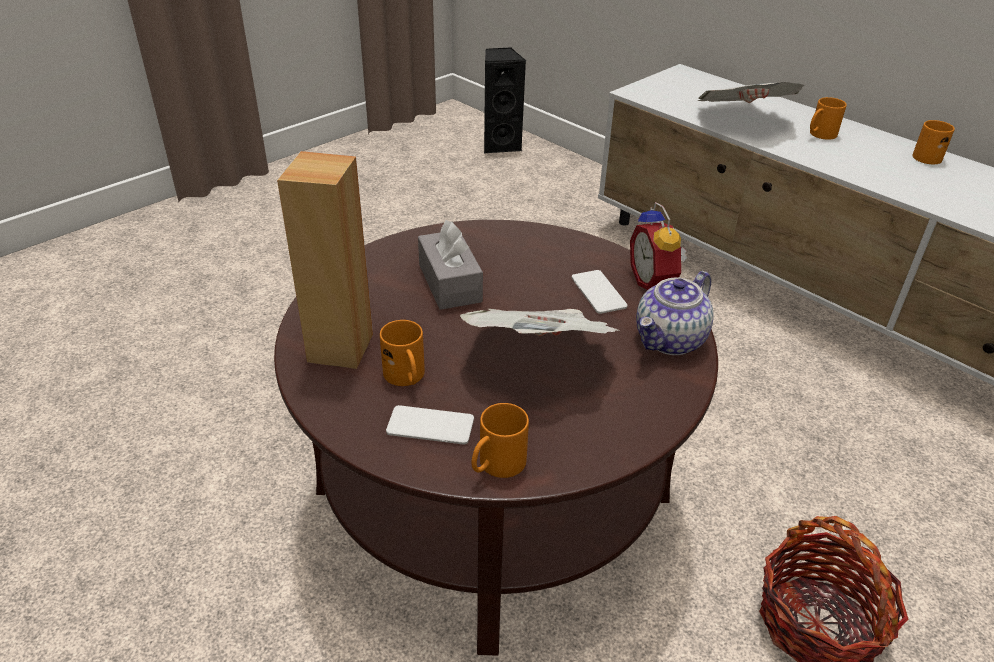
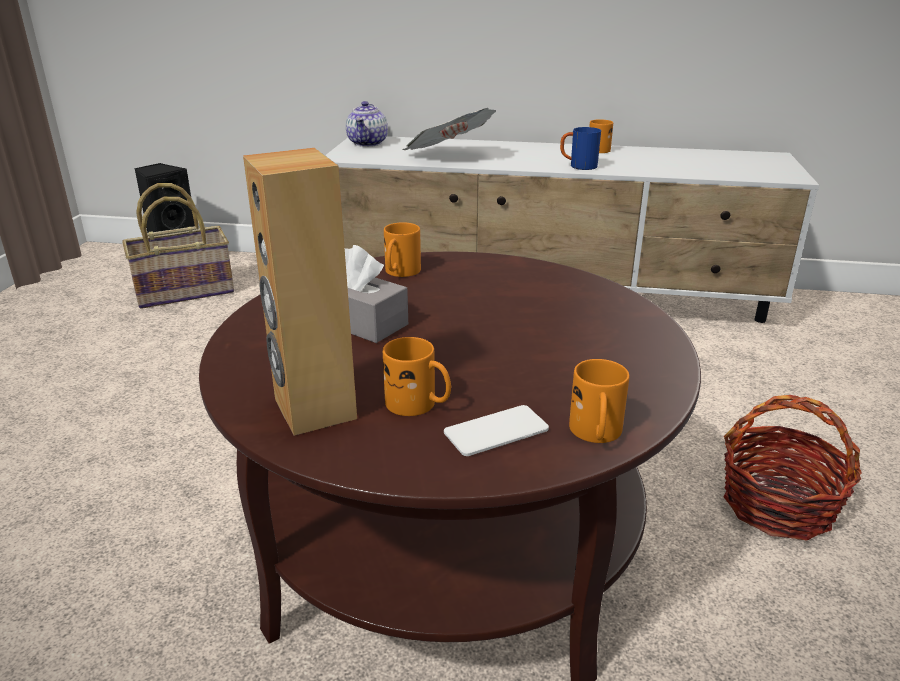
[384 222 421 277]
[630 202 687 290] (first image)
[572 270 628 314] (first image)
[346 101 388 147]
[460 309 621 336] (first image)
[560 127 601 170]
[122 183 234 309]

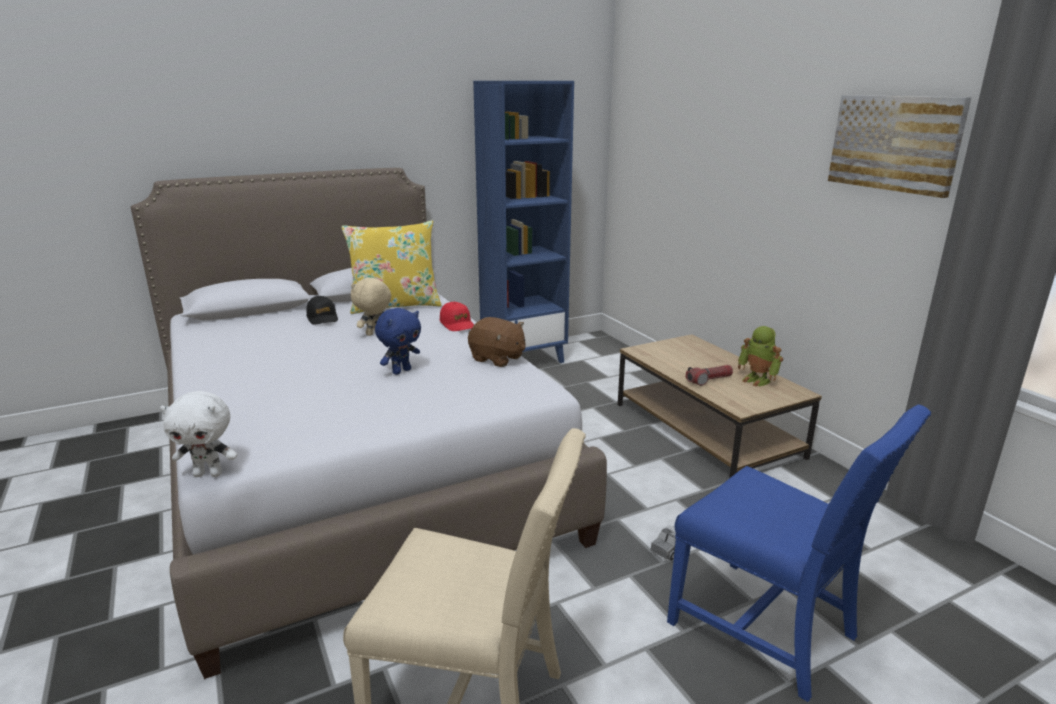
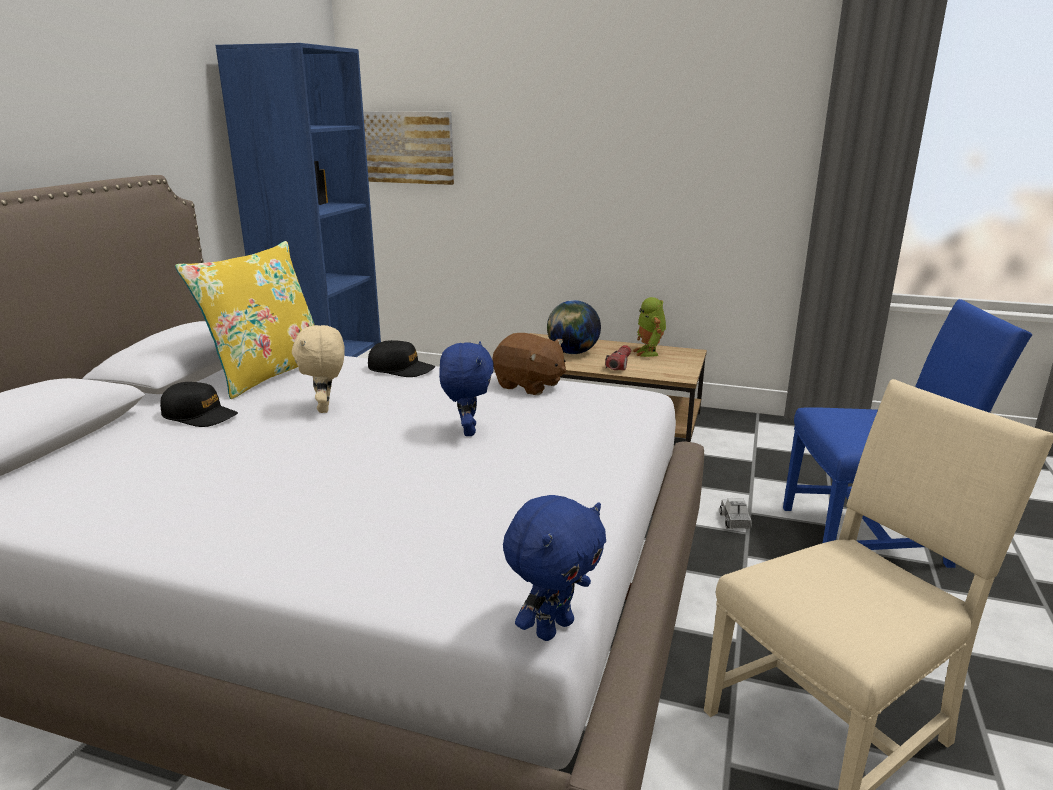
[363 111 454 185]
[368 340 435 377]
[492 333 566 395]
[633 297 666 357]
[503 495 606 641]
[547 300 601 354]

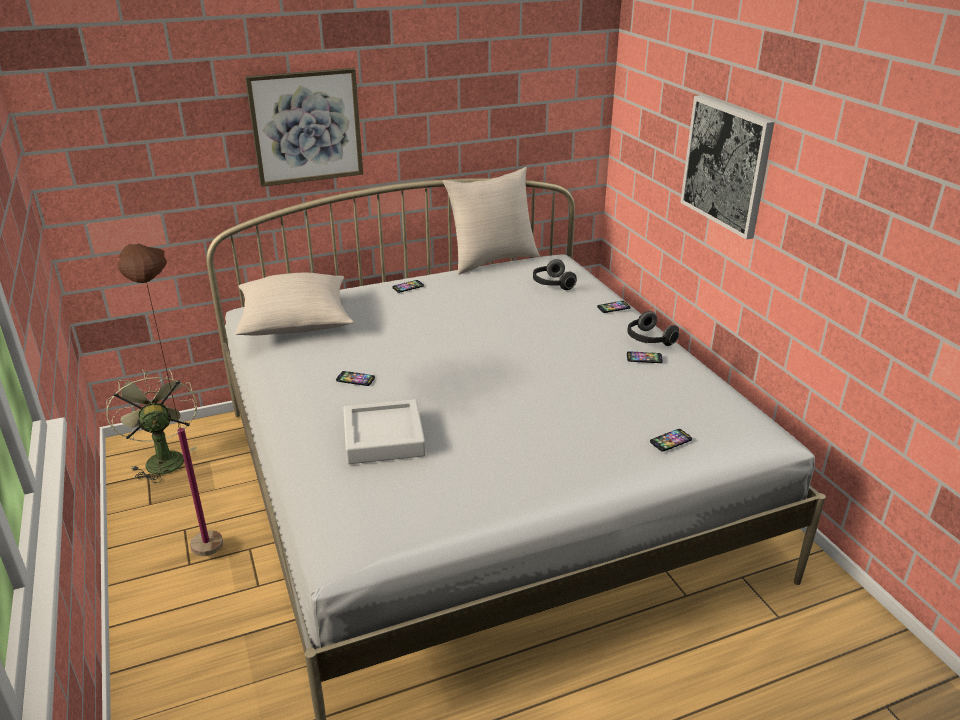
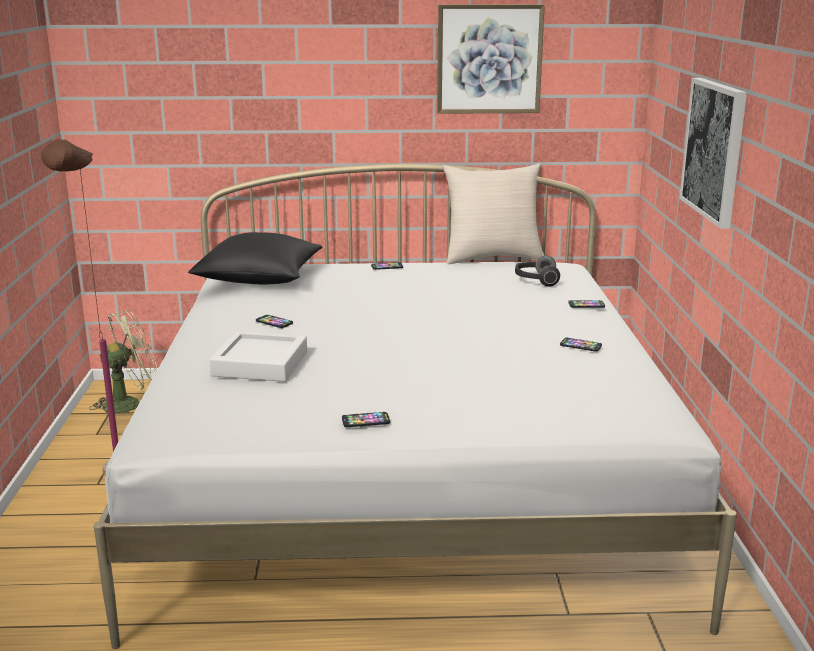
[437 4 545 114]
[188 232 322 284]
[627 311 679 346] (first image)
[89 310 157 413]
[342 412 390 427]

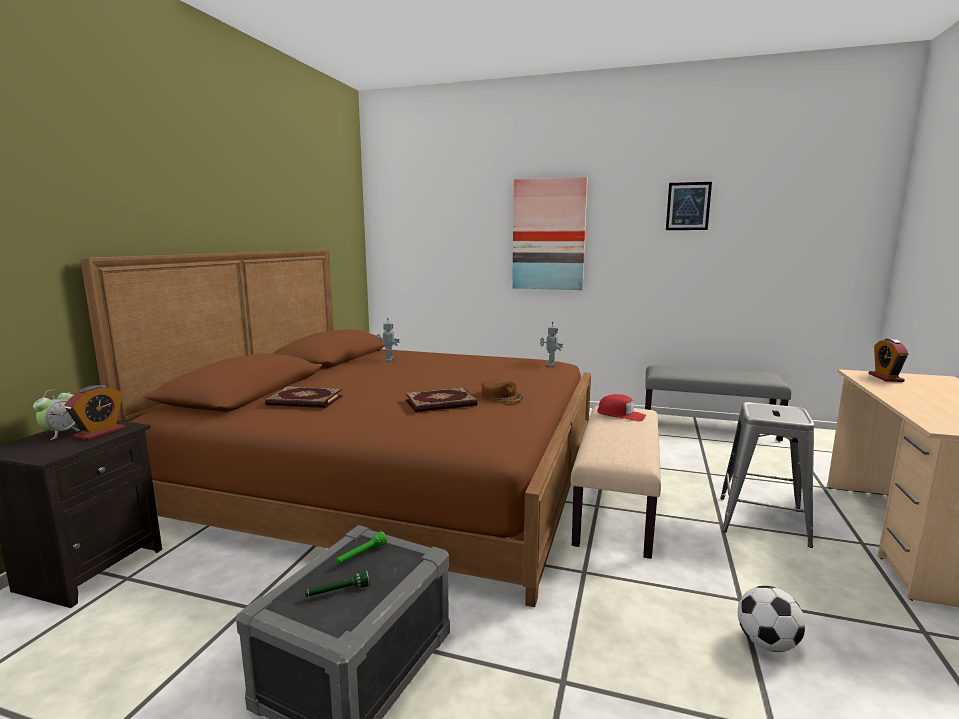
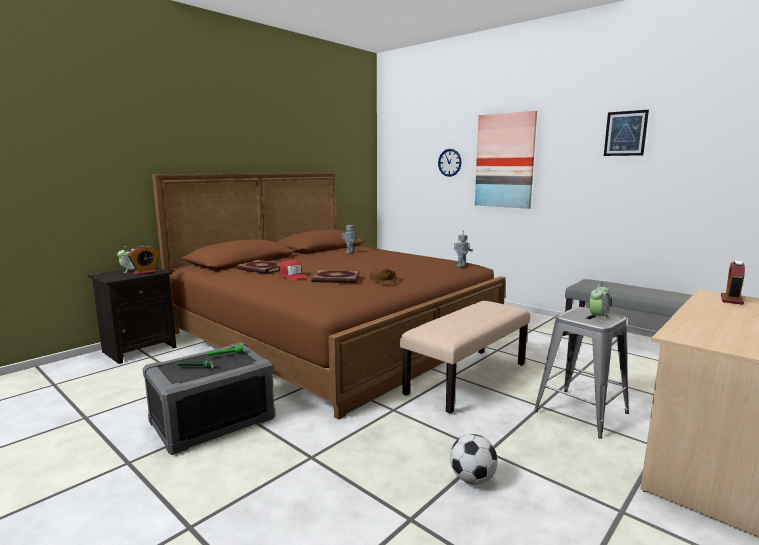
[279 260 308 280]
[438 149 462 177]
[589 283 611 322]

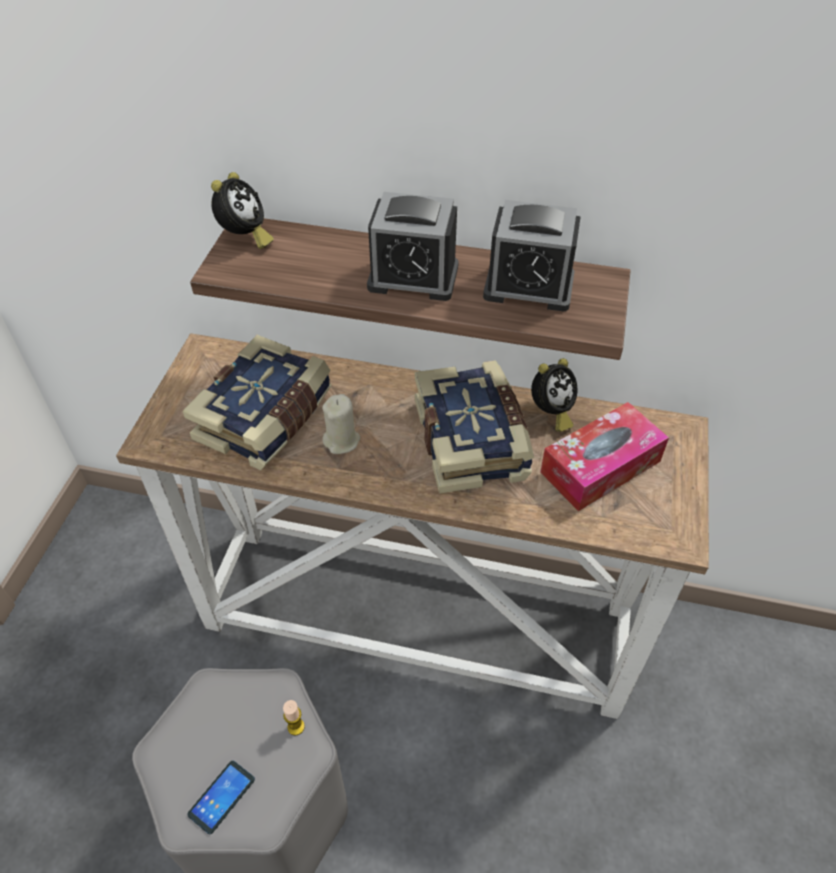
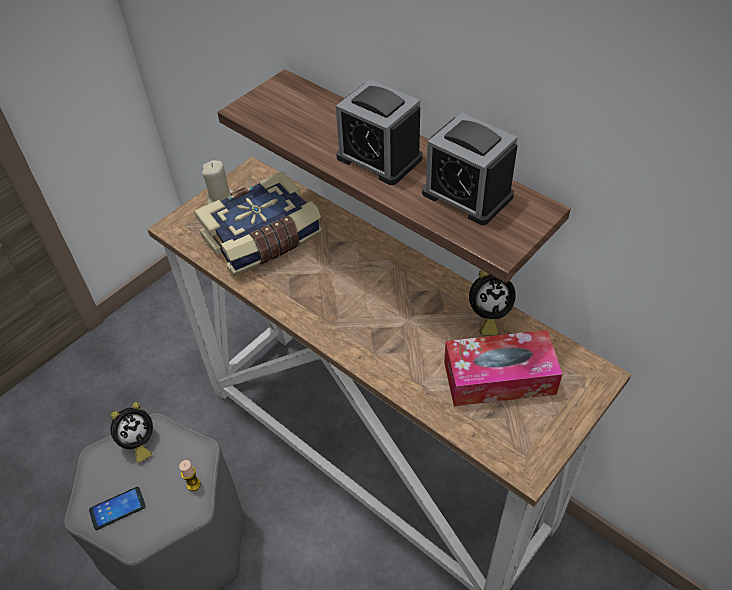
[110 402 153 462]
[415 360 534 494] (first image)
[202 160 234 204]

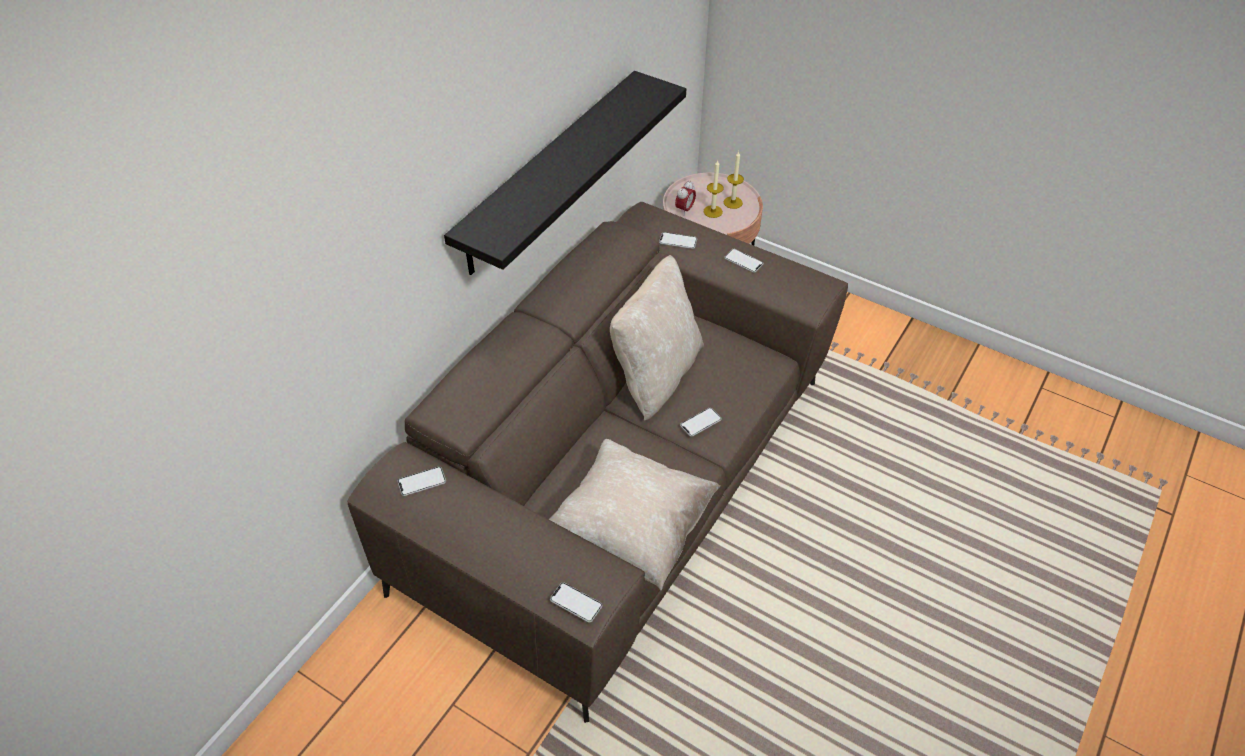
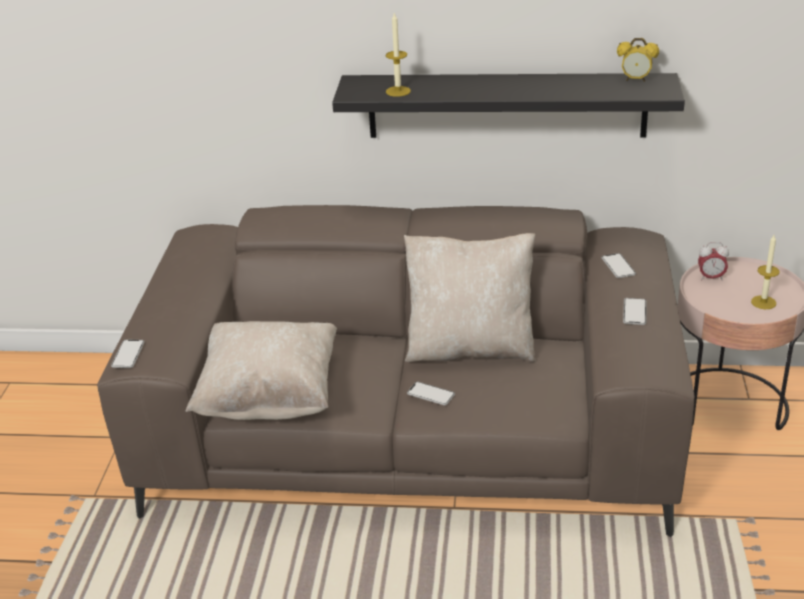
[386 13 411 97]
[398 467 446 496] (first image)
[617 38 659 82]

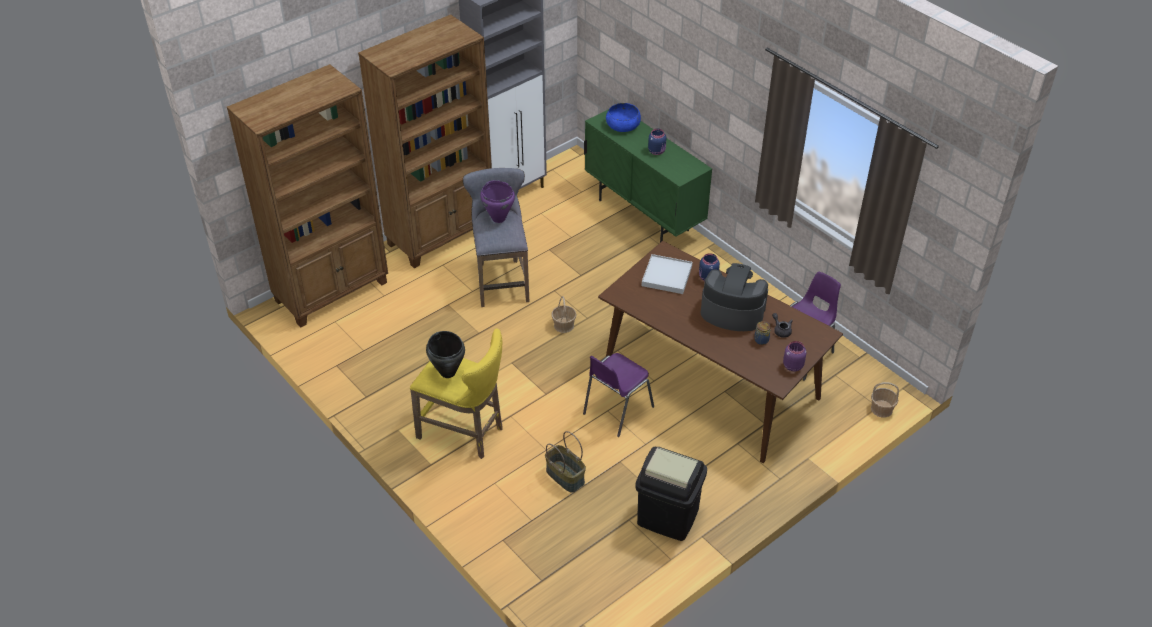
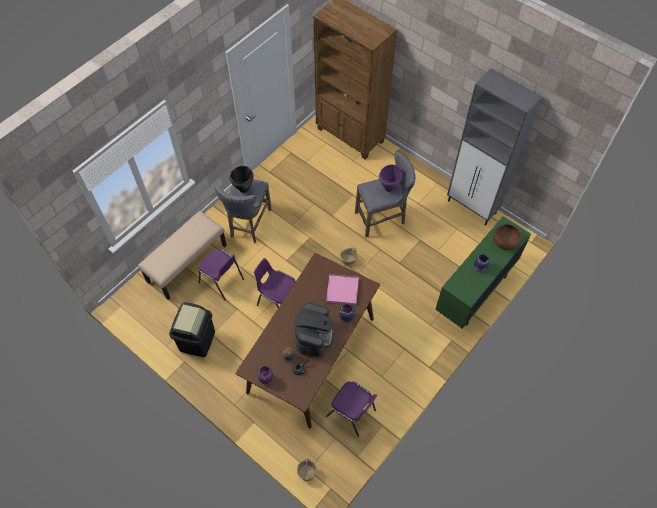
[358 14 492 268] (first image)
[493 224 522 250]
[326 274 359 305]
[215 179 272 243]
[199 249 244 300]
[138 211 227 300]

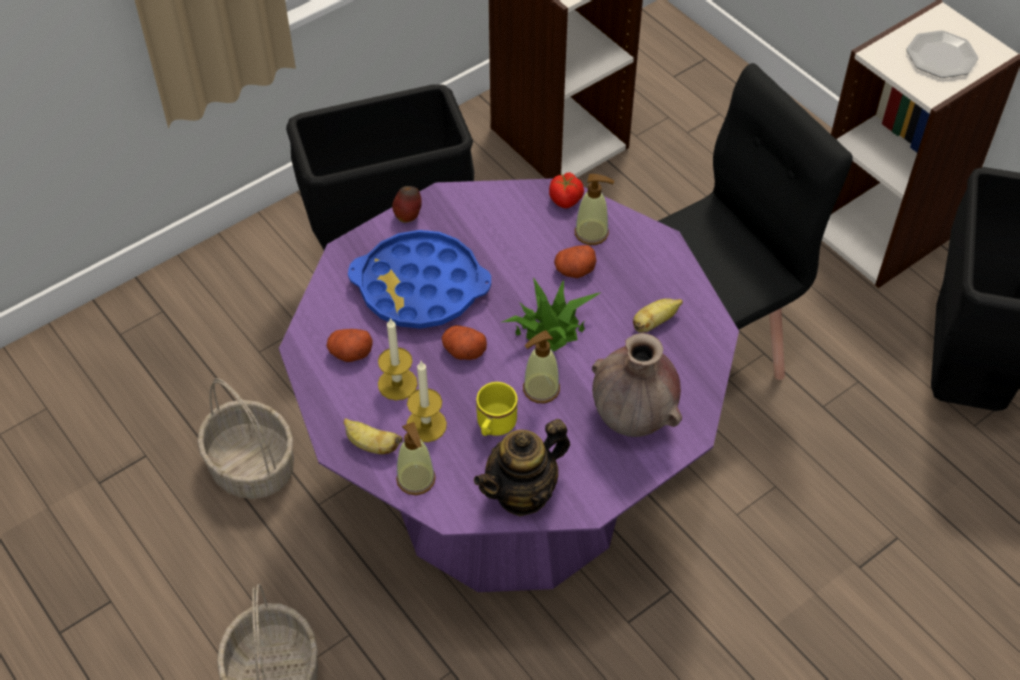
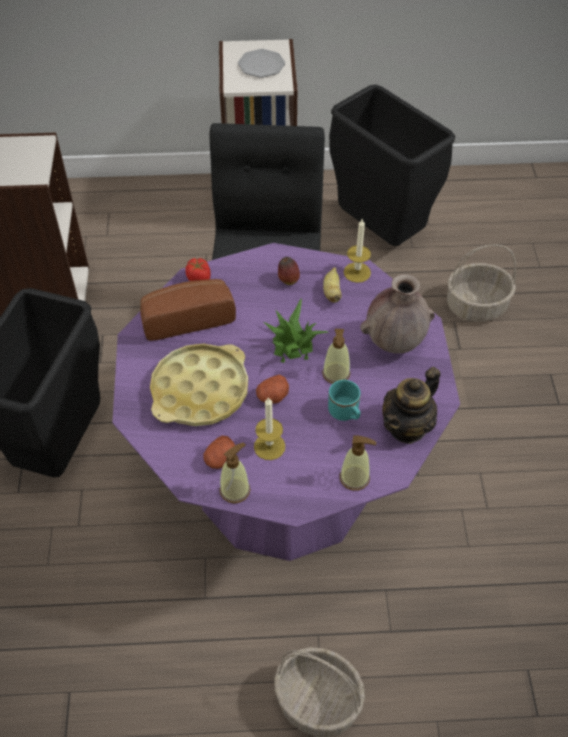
[219 442 250 503]
[278 257 300 285]
[150 344 248 426]
[554 245 596 278] (first image)
[344 219 371 283]
[447 244 516 322]
[328 380 361 421]
[344 418 402 454] (first image)
[382 367 441 444]
[140 279 236 341]

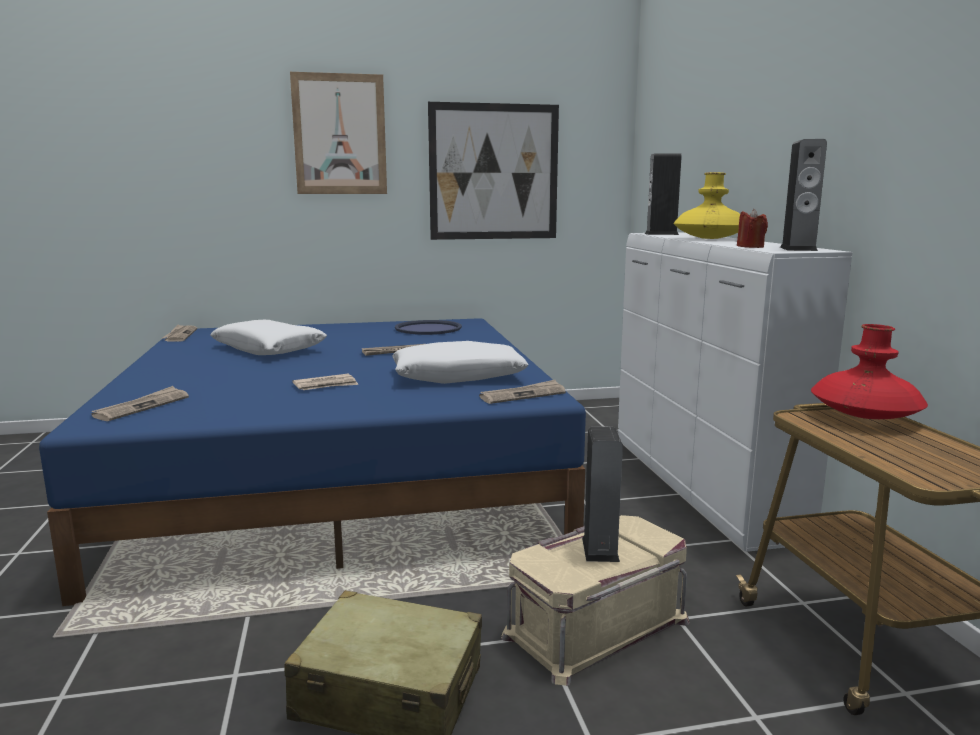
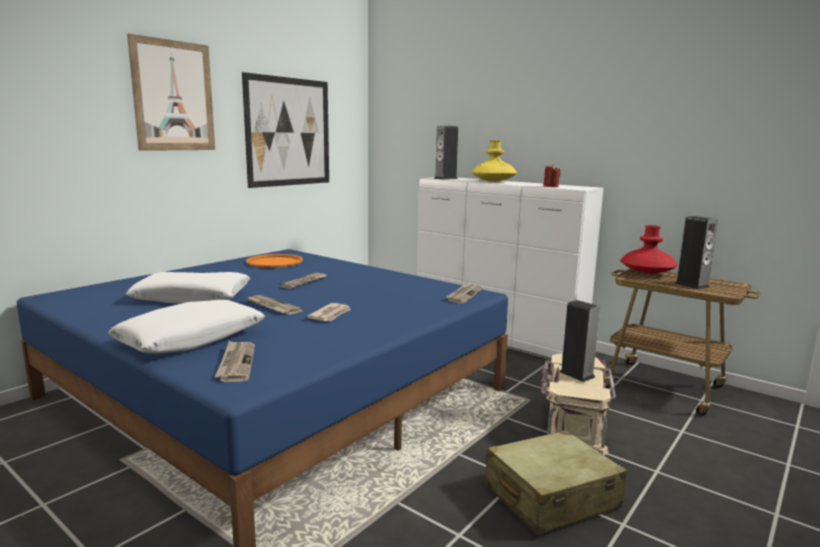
[675 216 718 290]
[246 254 303 268]
[248 295 303 315]
[108 300 265 353]

